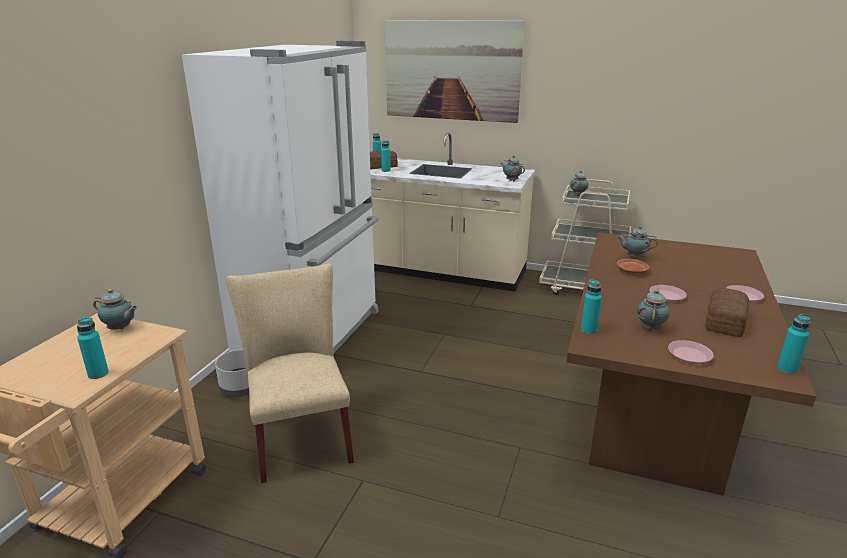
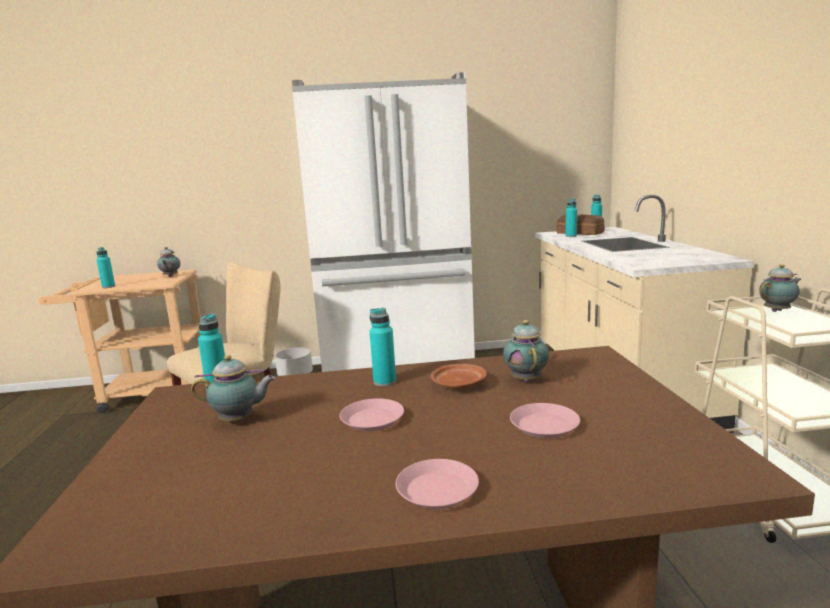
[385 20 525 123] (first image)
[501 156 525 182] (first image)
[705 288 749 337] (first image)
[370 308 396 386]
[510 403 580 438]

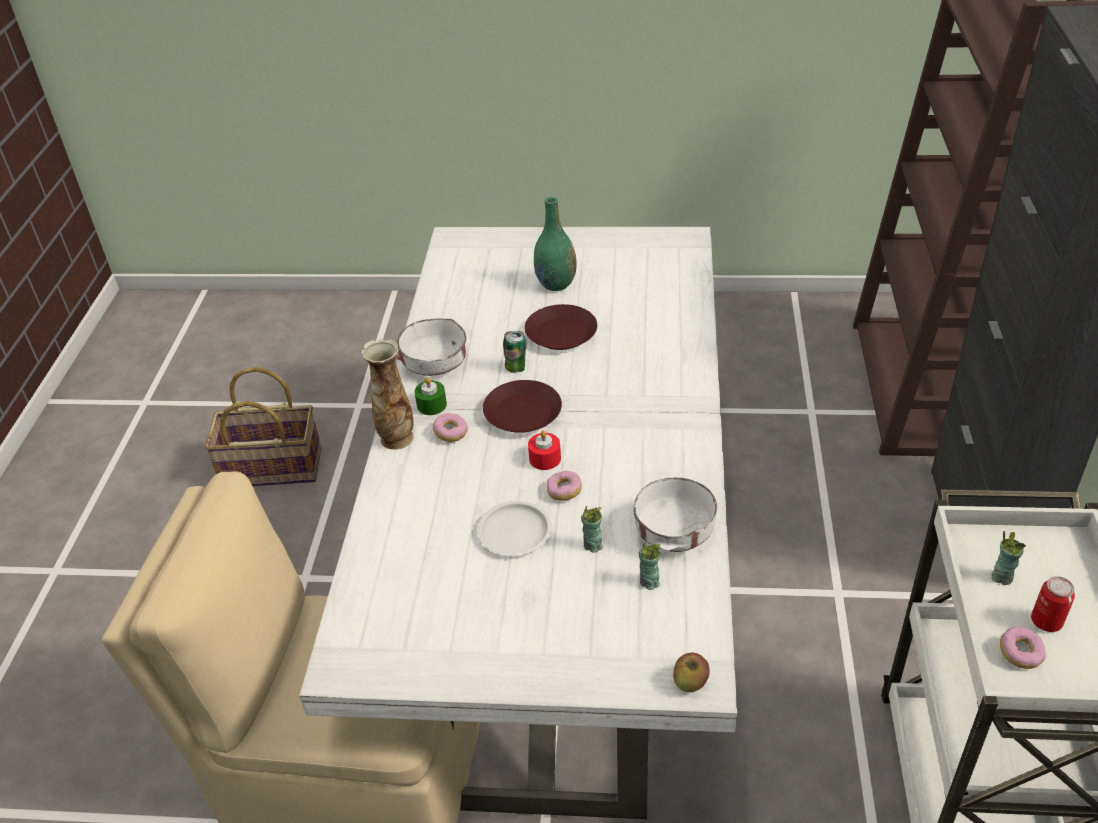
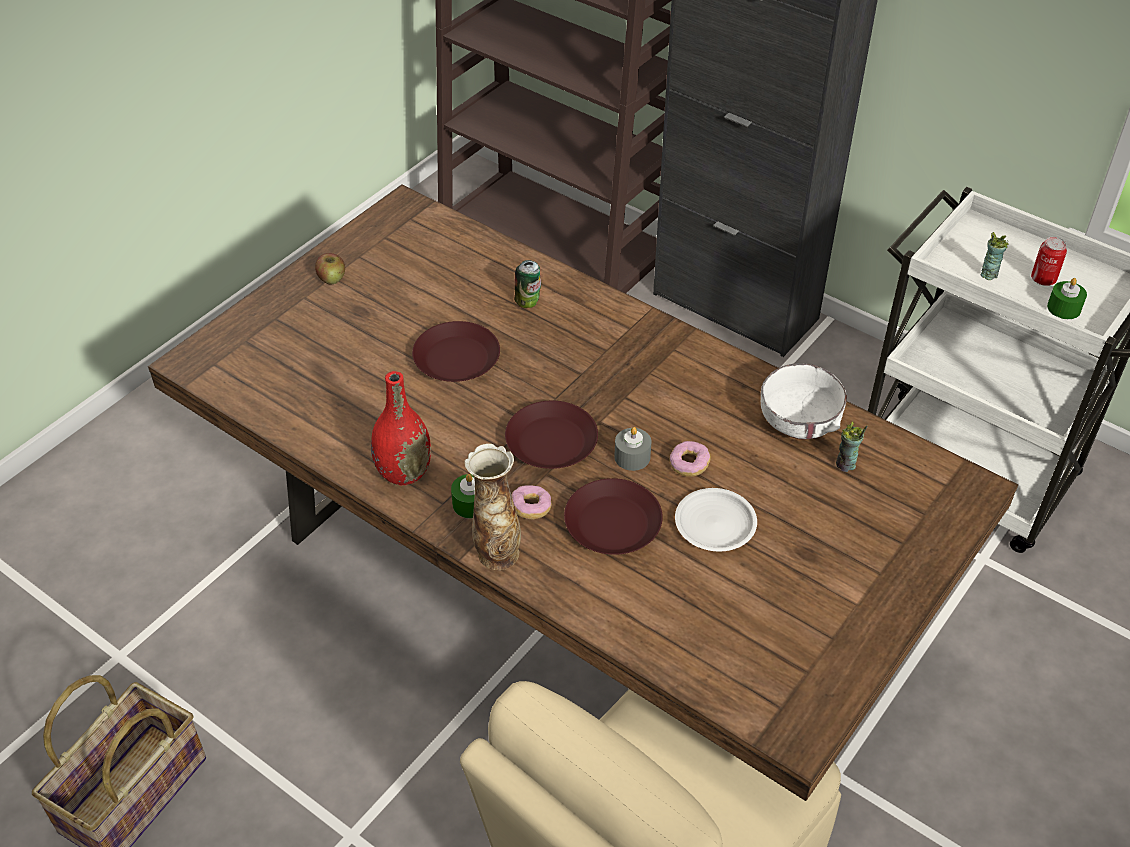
[534 197 577 291] (first image)
[148 184 1018 801]
[371 371 431 485]
[514 260 541 308]
[614 427 651 471]
[581 506 603 553] (first image)
[1047 278 1087 319]
[315 253 345 285]
[564 478 663 555]

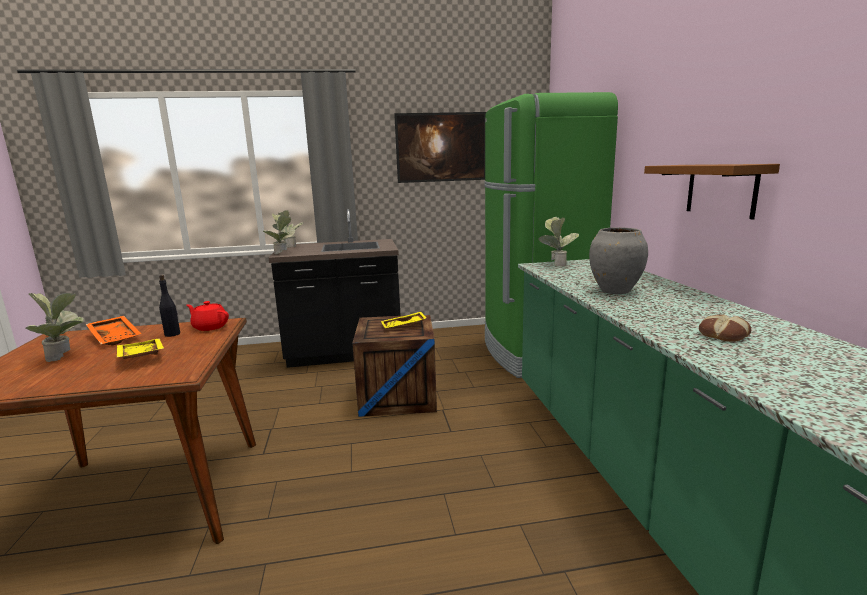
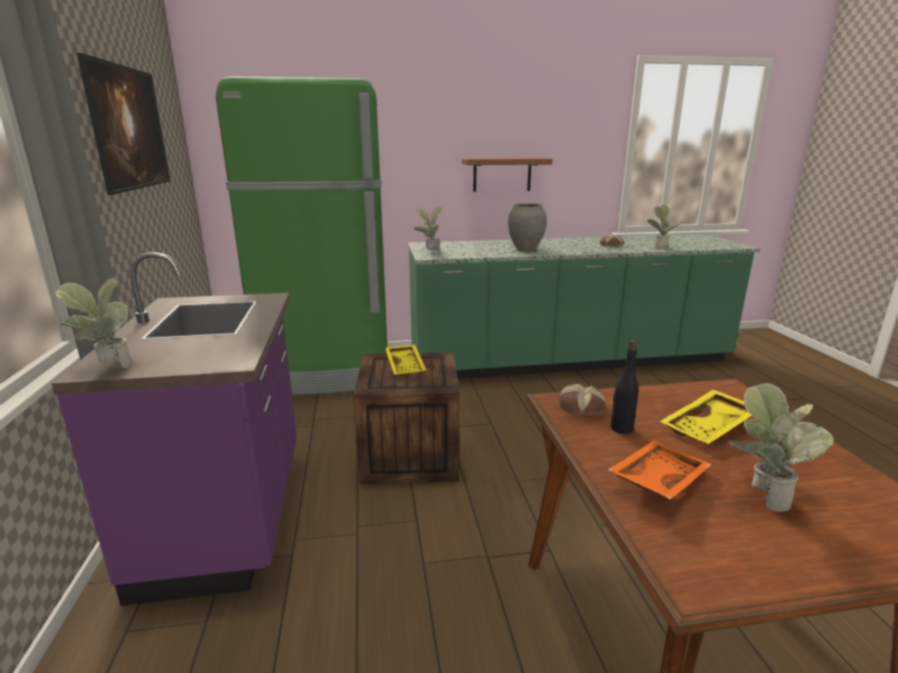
[51 252 297 606]
[647 205 684 249]
[559 384 606 416]

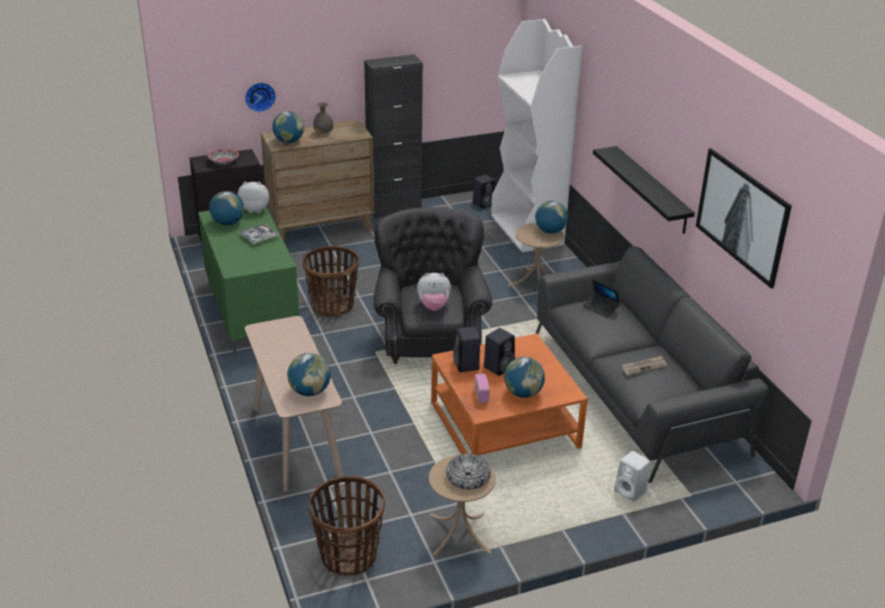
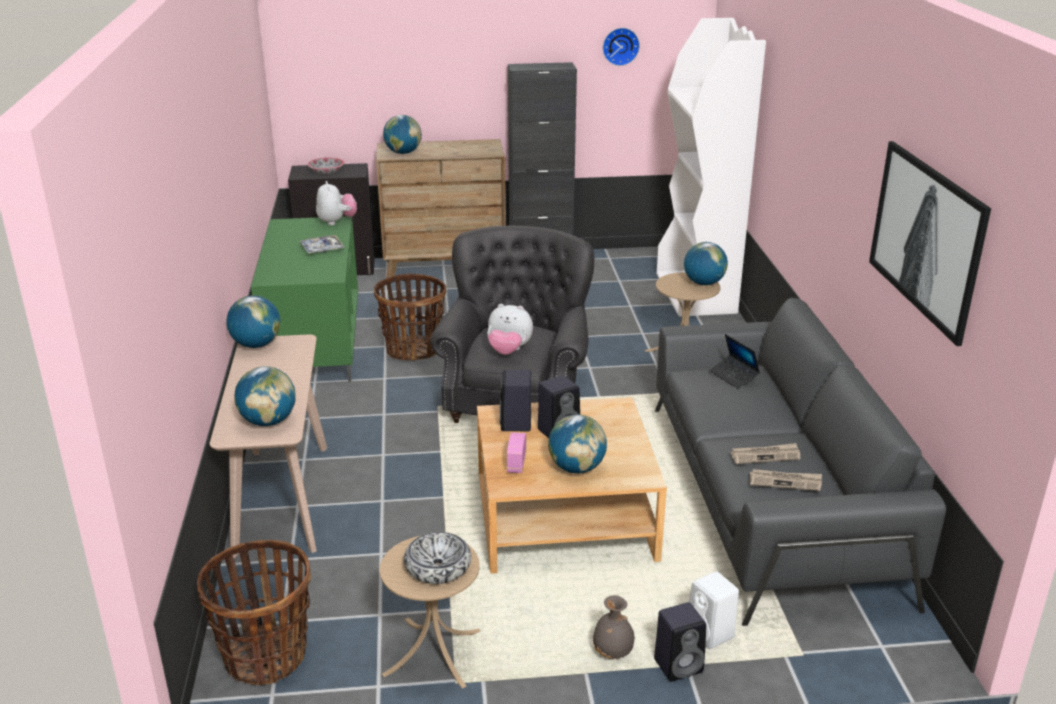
[603 28 640 66]
[593 595 635 659]
[593 146 695 234] (first image)
[654 602 706 682]
[316 181 357 225]
[226 295 280 348]
[477 397 667 574]
[750 469 822 491]

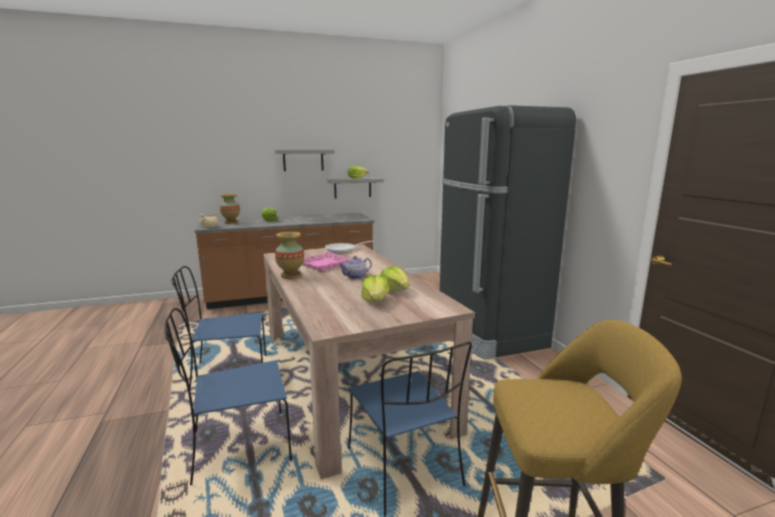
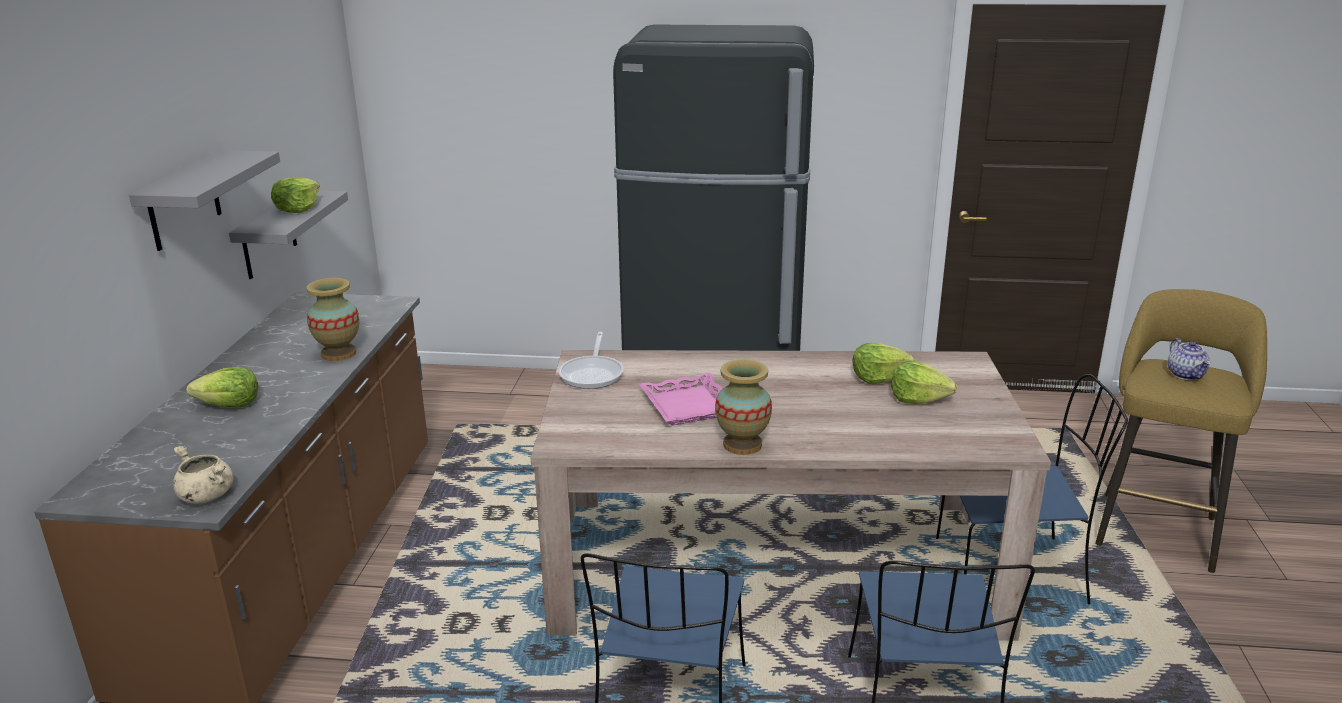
[306 278 359 361]
[1168 338 1211 380]

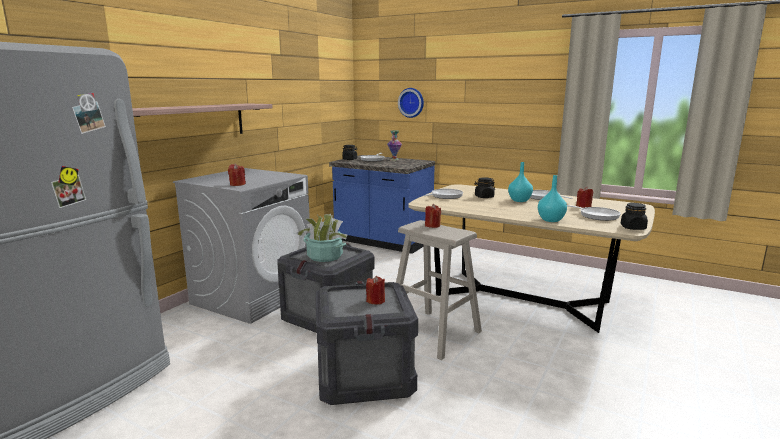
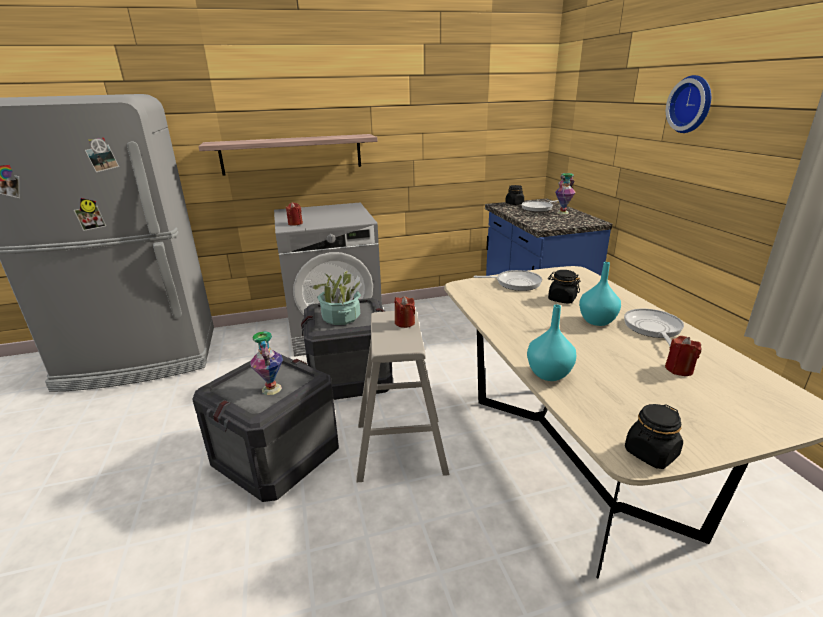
[666 75 711 133]
[567 205 621 221] (first image)
[250 331 283 395]

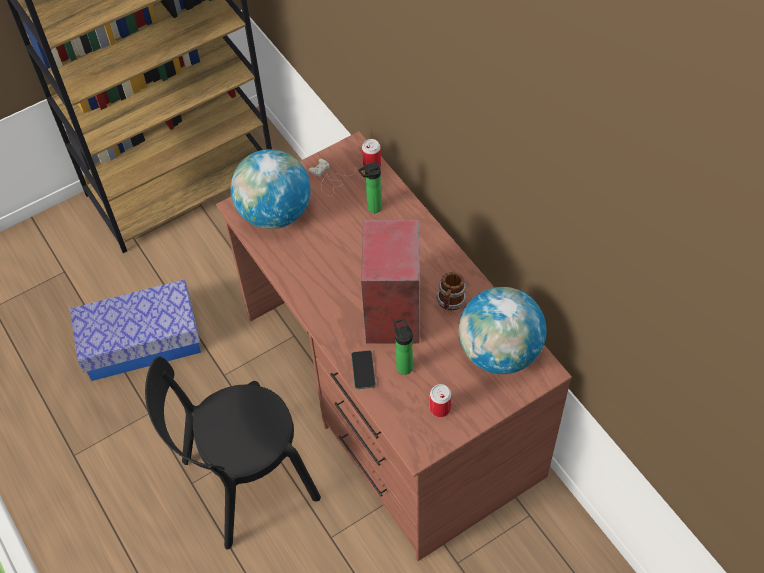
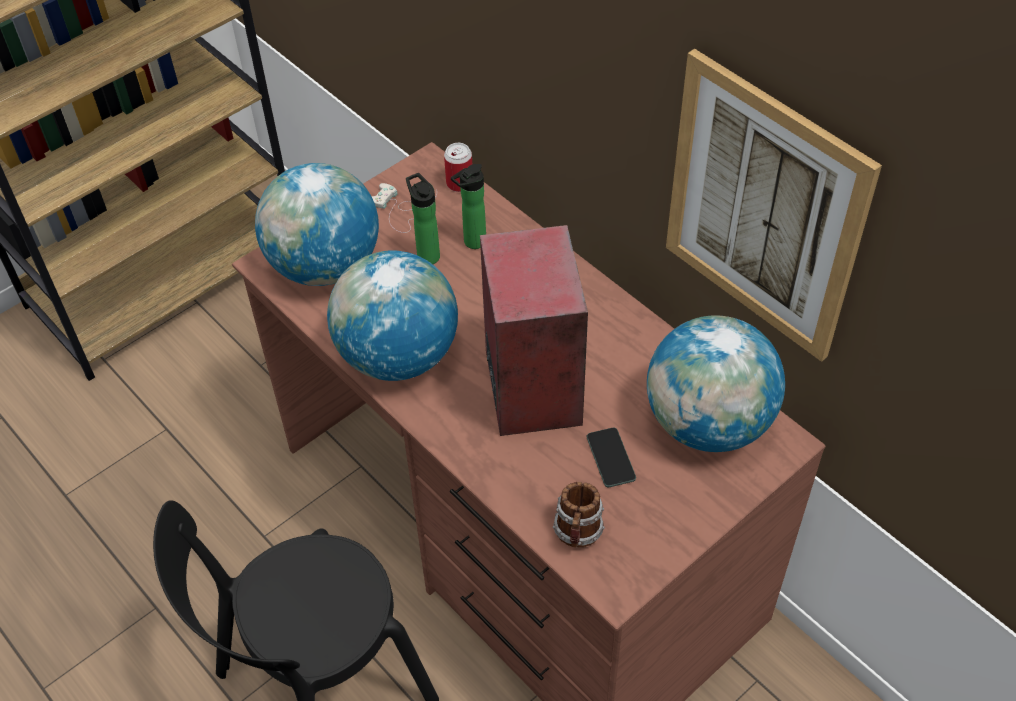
[553 482 605 548]
[70 280 201 381] (first image)
[406 173 440 264]
[587 428 636 487]
[430 384 451 417] (first image)
[666 49 882 362]
[327 250 458 381]

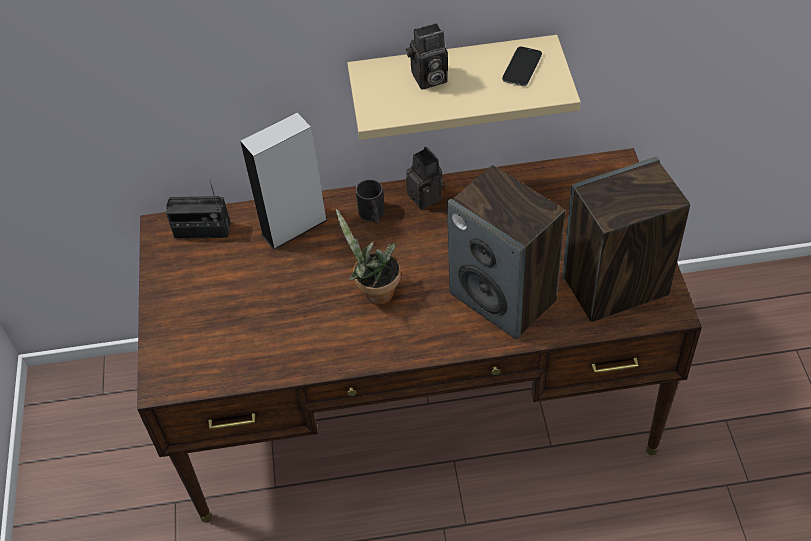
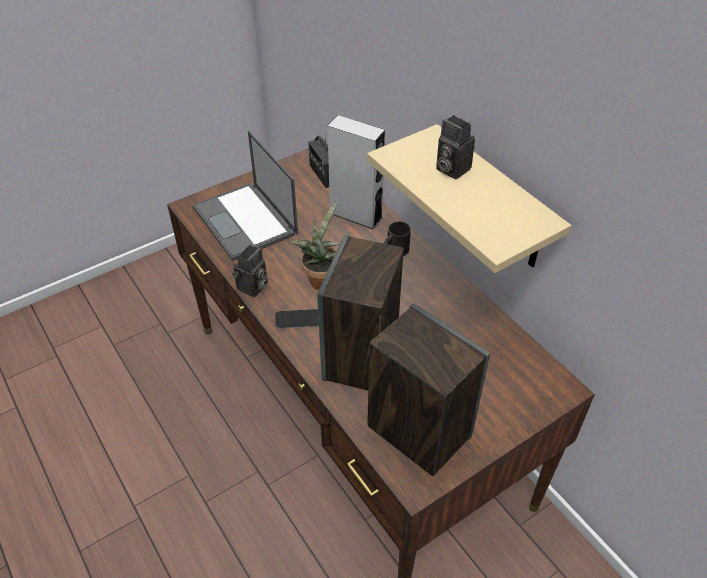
[275 309 319 329]
[232 245 268 297]
[193 130 298 261]

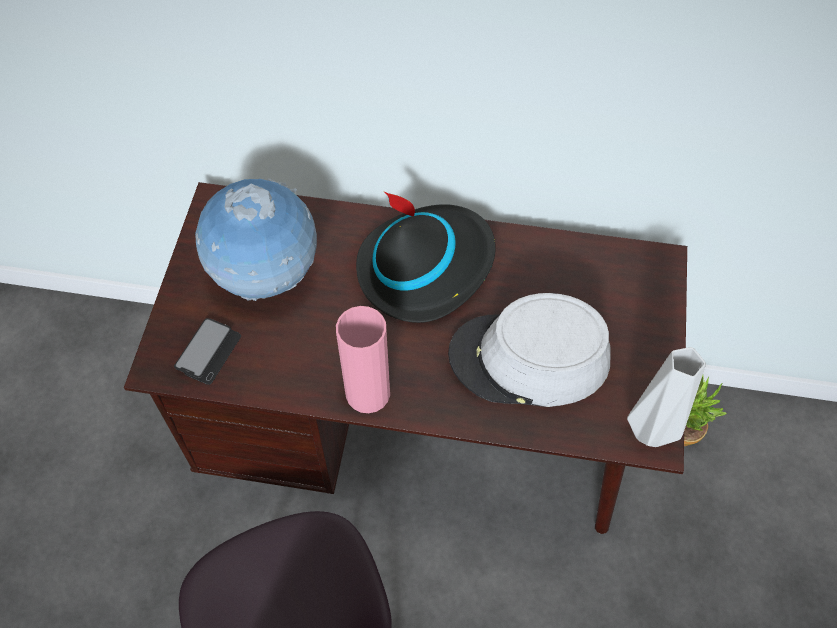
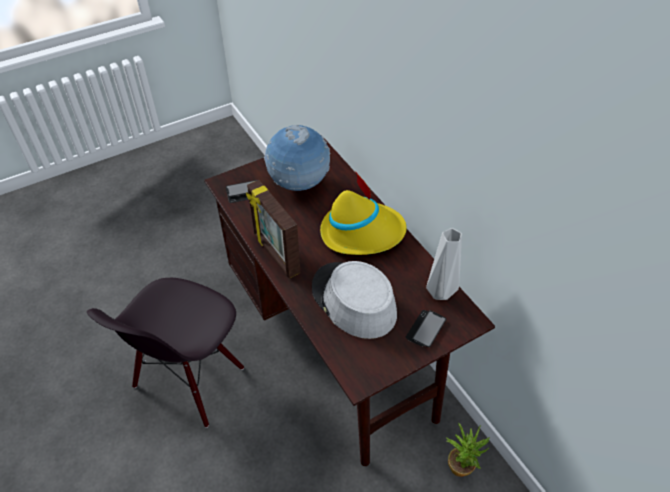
[320 171 407 255]
[246 180 300 279]
[426 228 462 300]
[406 310 447 347]

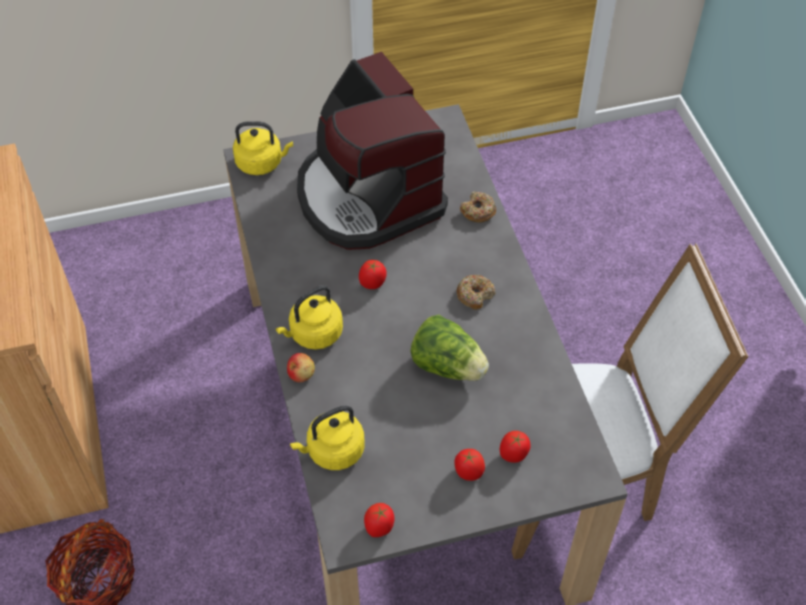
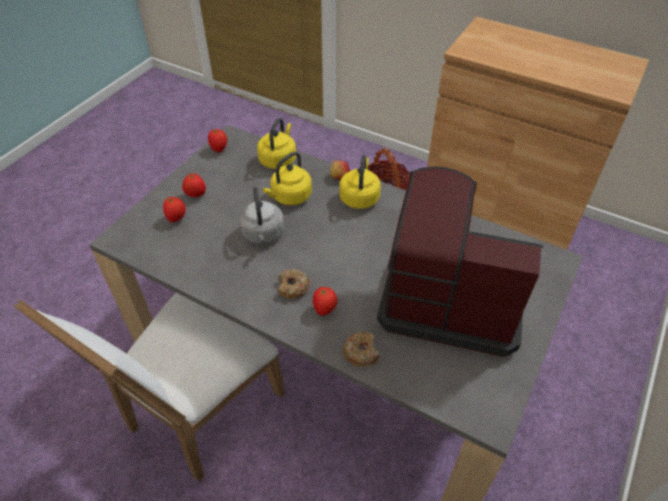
[263 152 312 205]
[313 287 337 316]
[239 187 284 244]

